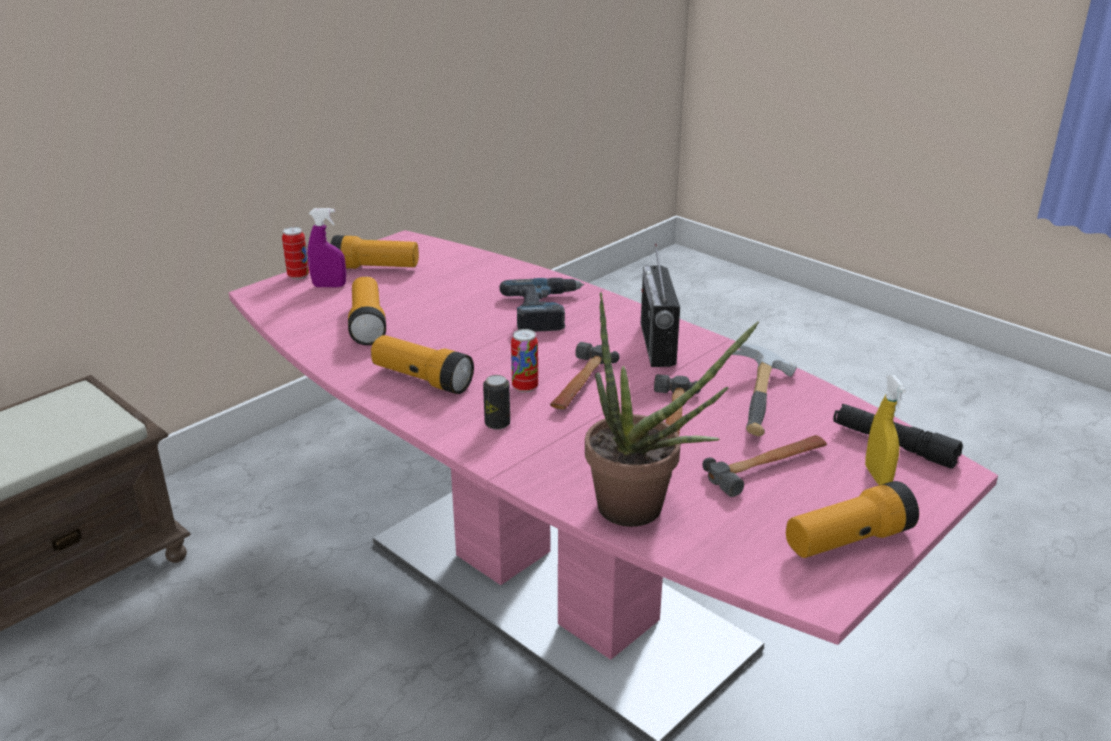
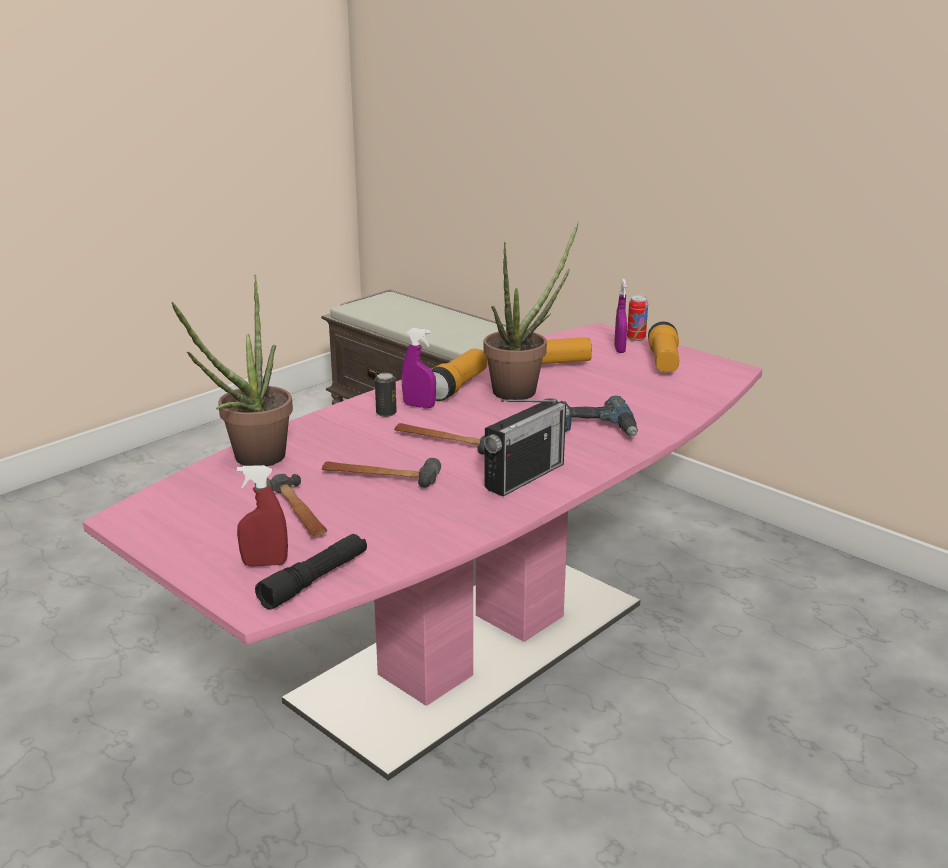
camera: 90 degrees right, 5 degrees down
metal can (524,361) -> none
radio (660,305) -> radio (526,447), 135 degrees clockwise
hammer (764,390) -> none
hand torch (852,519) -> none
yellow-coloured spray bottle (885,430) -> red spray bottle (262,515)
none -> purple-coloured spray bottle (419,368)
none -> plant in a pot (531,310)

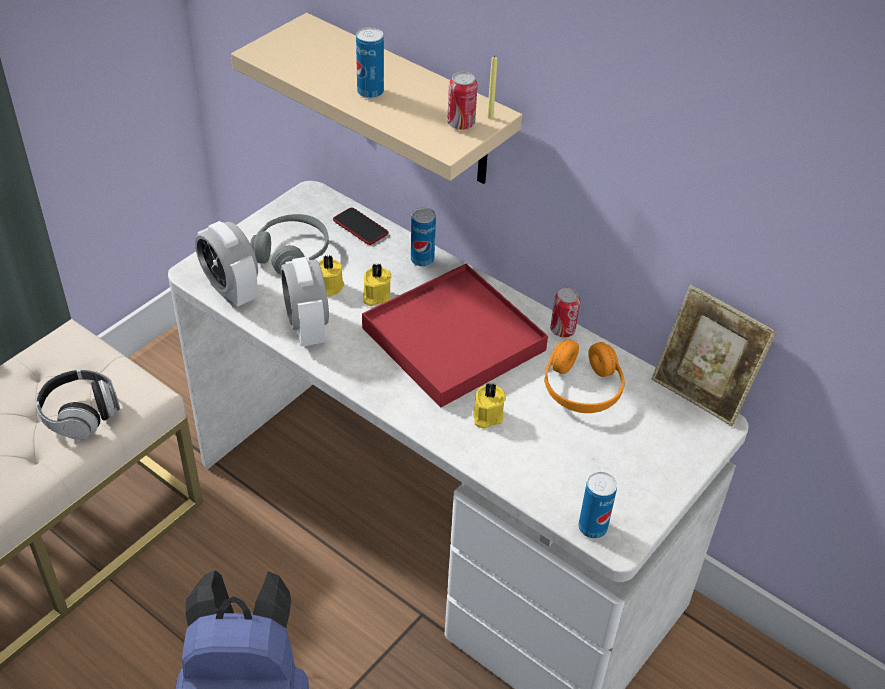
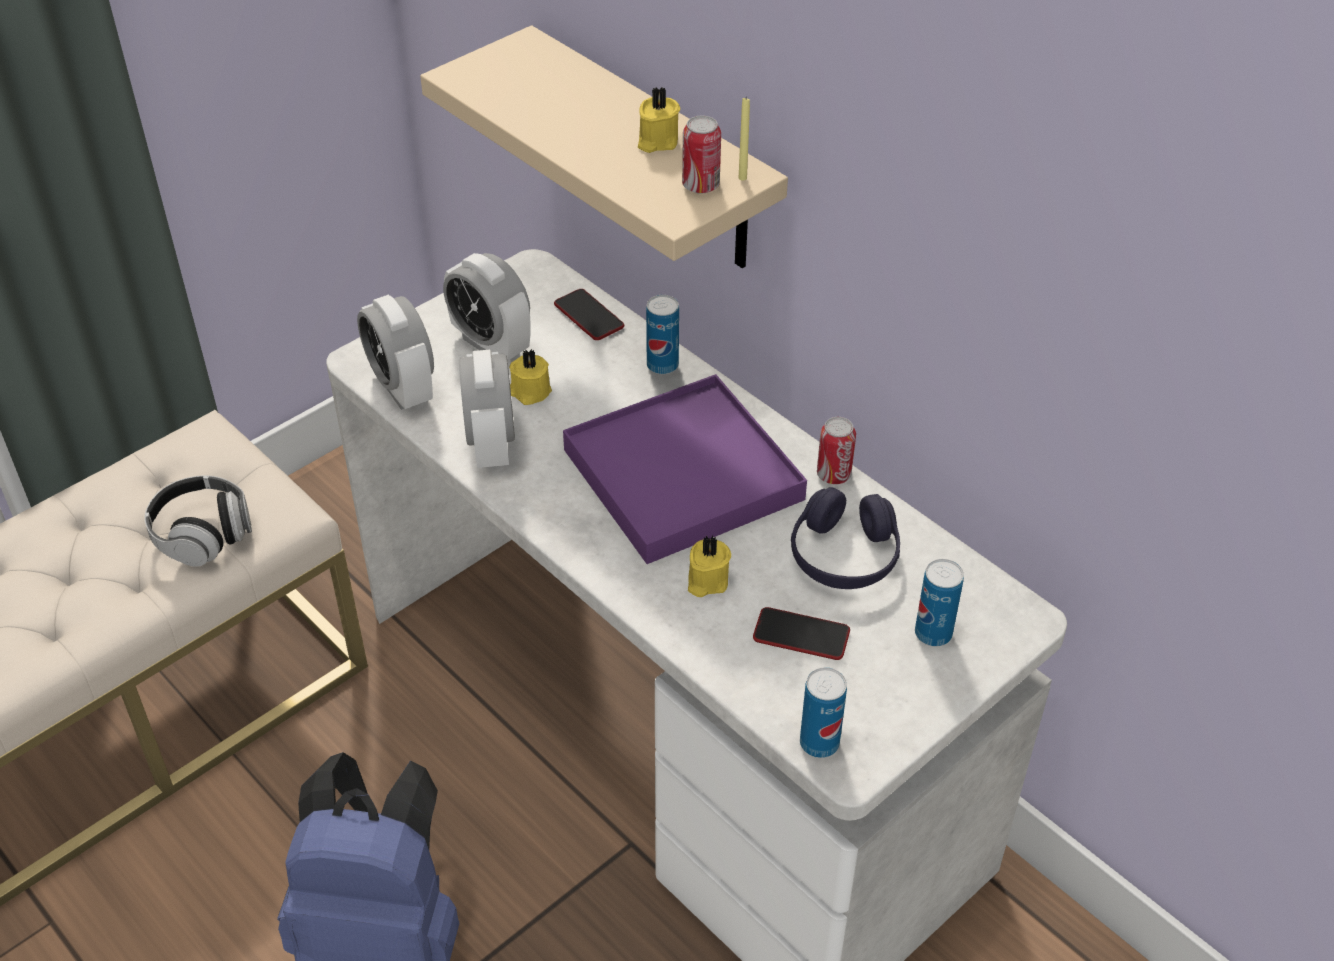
camera: 10 degrees right, 0 degrees up
gray headphones (289,244) -> alarm clock (487,306)
metal can (370,62) -> metal can (939,603), move
red tray (455,336) -> purple-coloured tray (685,469)
yellow-coloured candle (378,284) -> yellow-coloured candle (659,120), move
orange headphones (584,376) -> purple-coloured headphones (845,538)
standing frame (714,355) -> none
none -> handset (801,633)

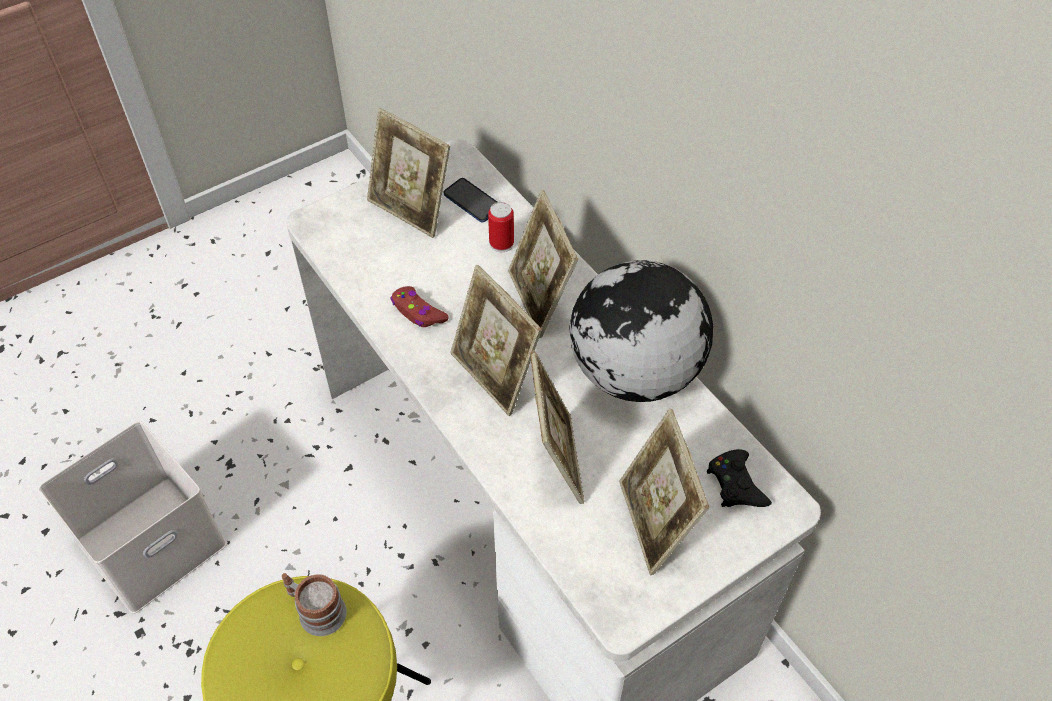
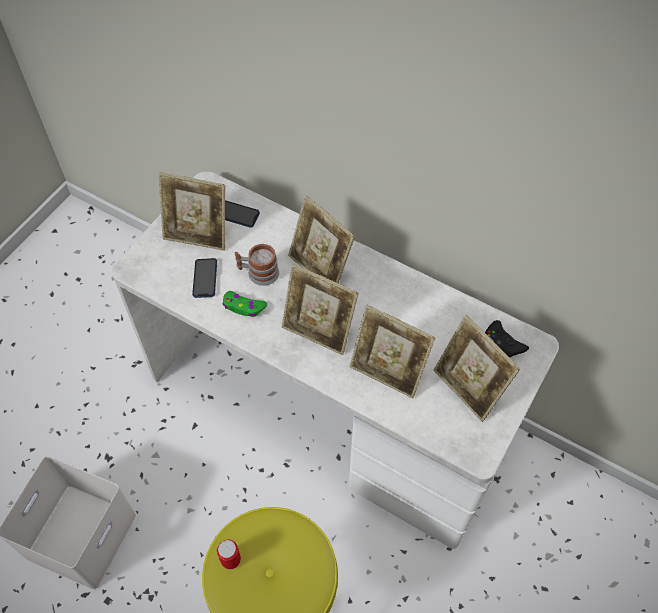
camera: 25 degrees left, 5 degrees up
mug (314,604) -> mug (257,265), move
red game controller (419,306) -> greenish game controller (245,304)
metal can (501,227) -> metal can (229,555), move
standing frame (557,427) -> standing frame (392,352), 150 degrees clockwise
globe (641,331) -> none
none -> handset (204,278)

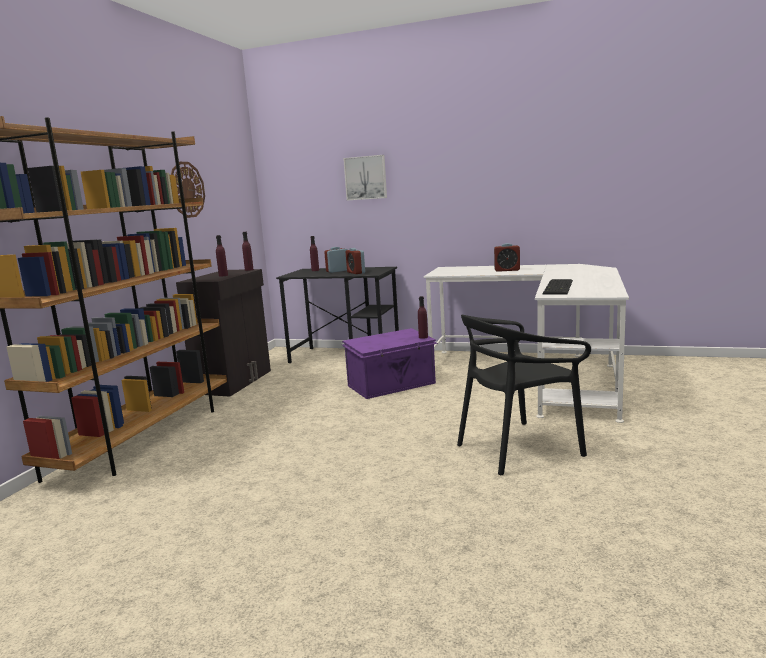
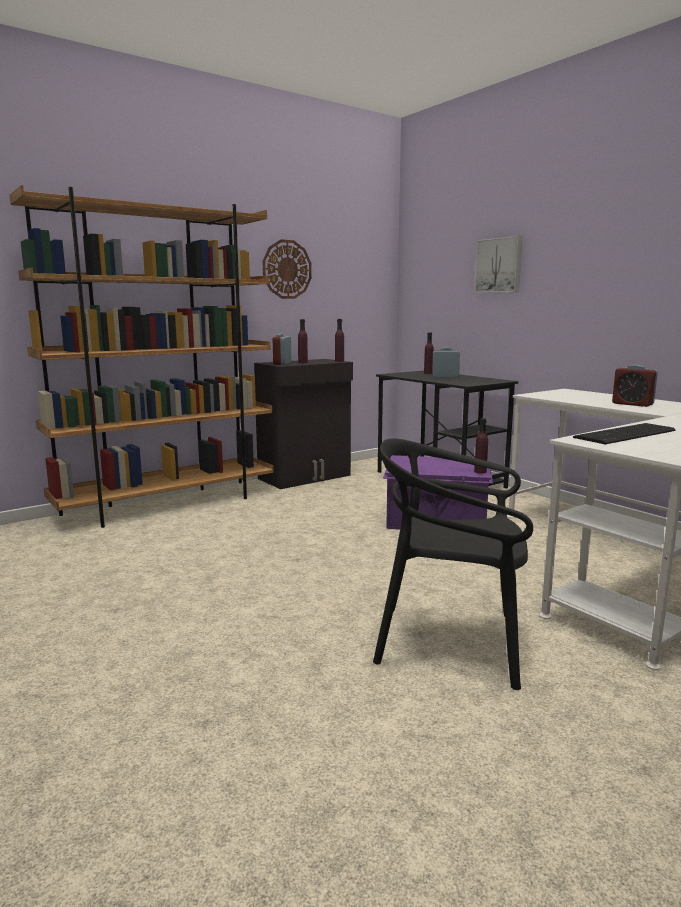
camera: 35 degrees right, 0 degrees up
alarm clock (355,261) -> alarm clock (282,349), move

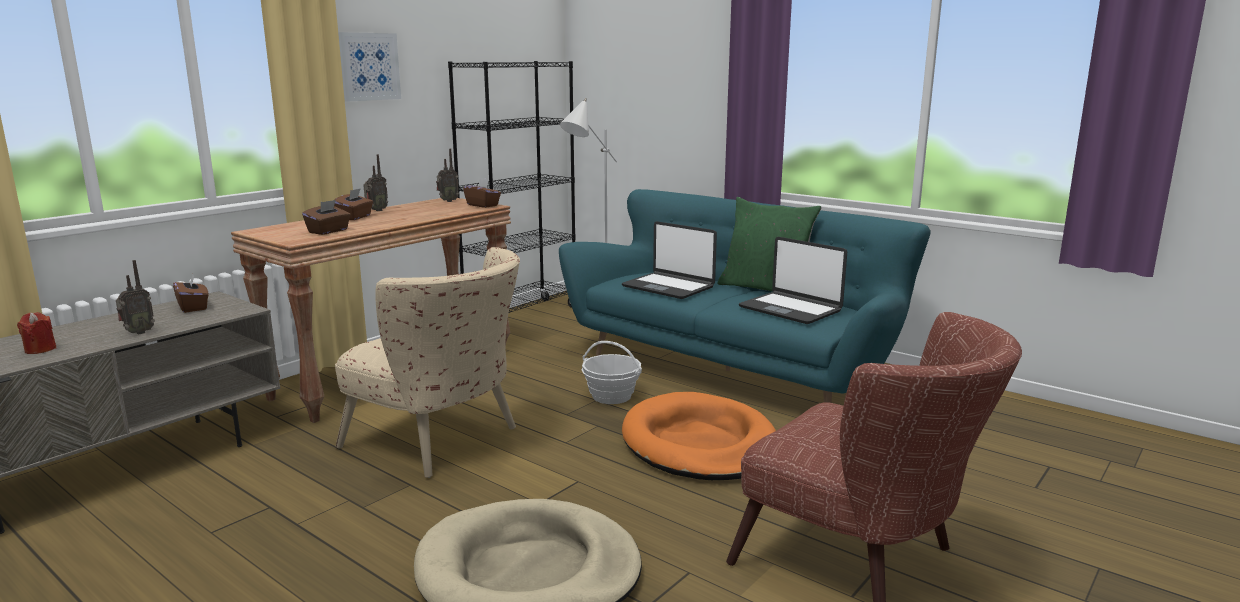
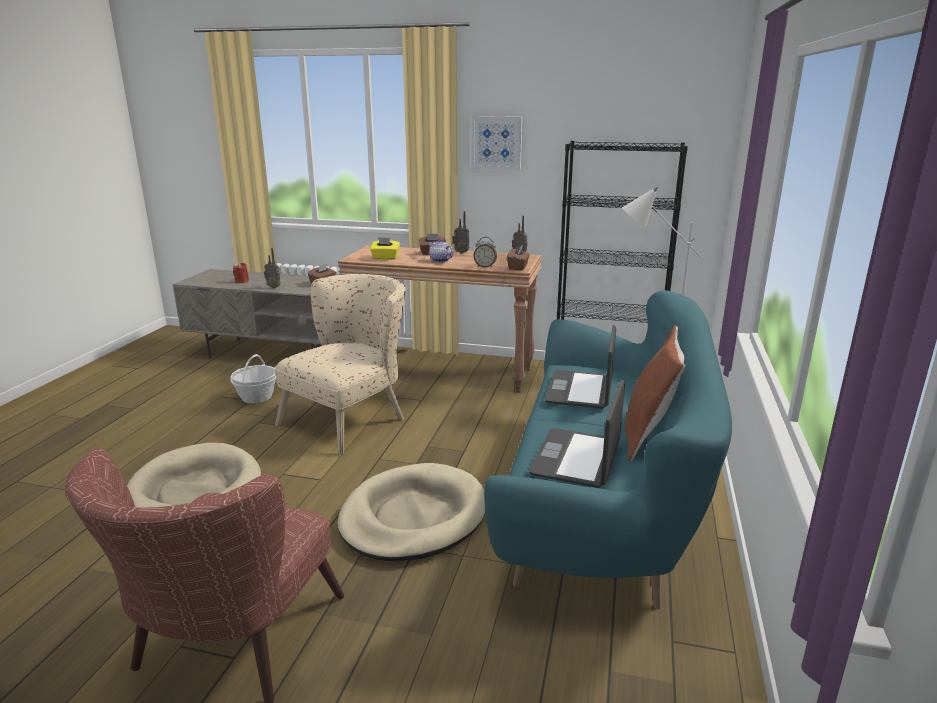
camera: 65 degrees right, 5 degrees up
brown-coloured tissue box (326,217) -> yellow-coloured tissue box (385,248)
sand-coloured armchair (427,362) -> sand-coloured armchair (340,364), 150 degrees counterclockwise
basket (612,372) -> basket (253,378), move
orange dog bed (699,436) -> sand-coloured dog bed (411,512)
greenish pillow (769,244) -> brown-coloured pillow (655,394)
none -> tea pot (441,250)
none -> alarm clock (485,252)

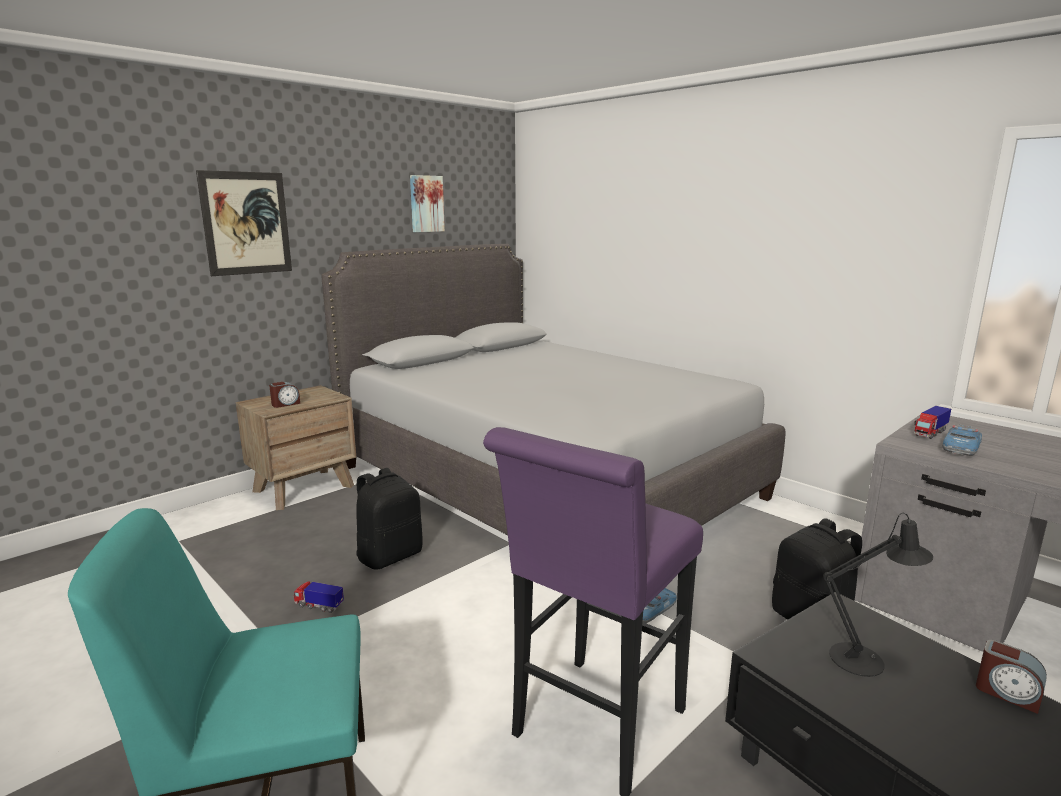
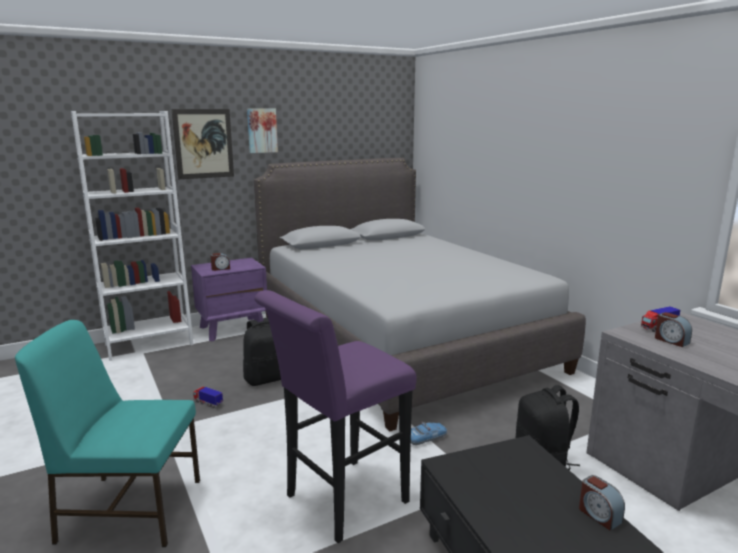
camera: 15 degrees right, 0 degrees up
brown-coloured night table (296,447) -> purple-coloured night table (229,299)
wall picture (427,203) -> wall picture (262,130), move
black table lamp (878,595) -> none
miniature car (962,440) -> alarm clock (673,329)
none -> white-coloured bookcase (132,236)

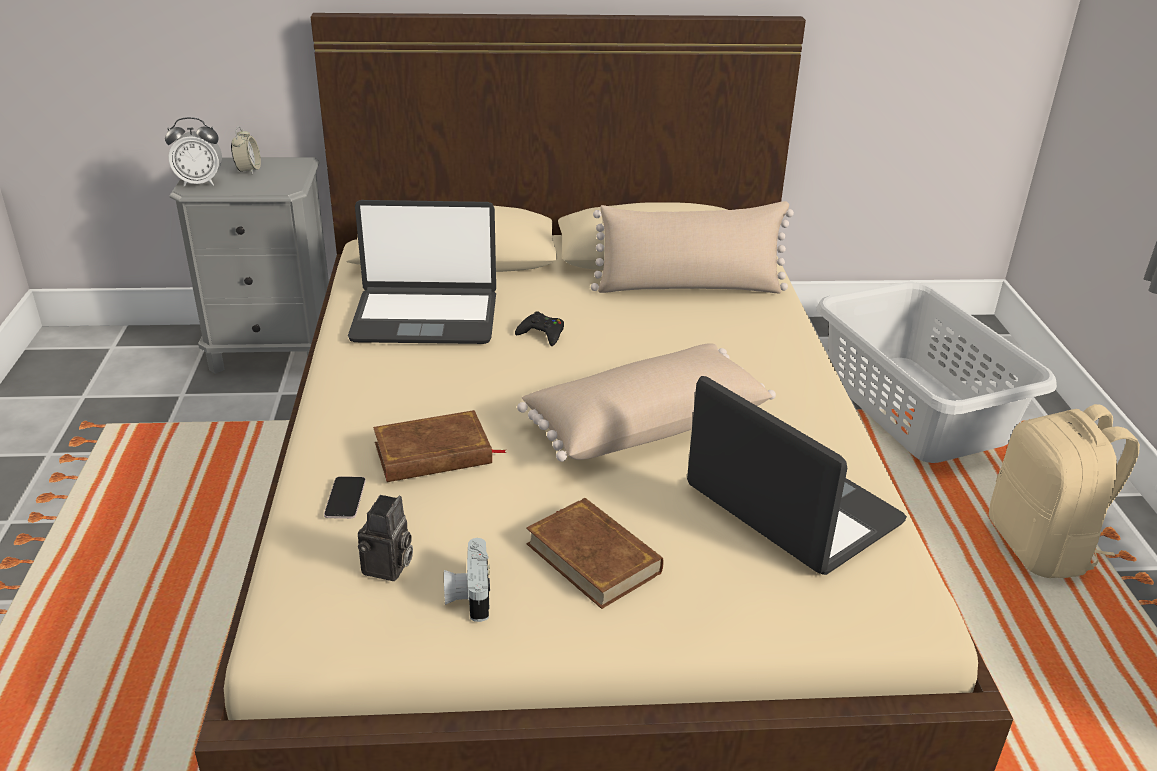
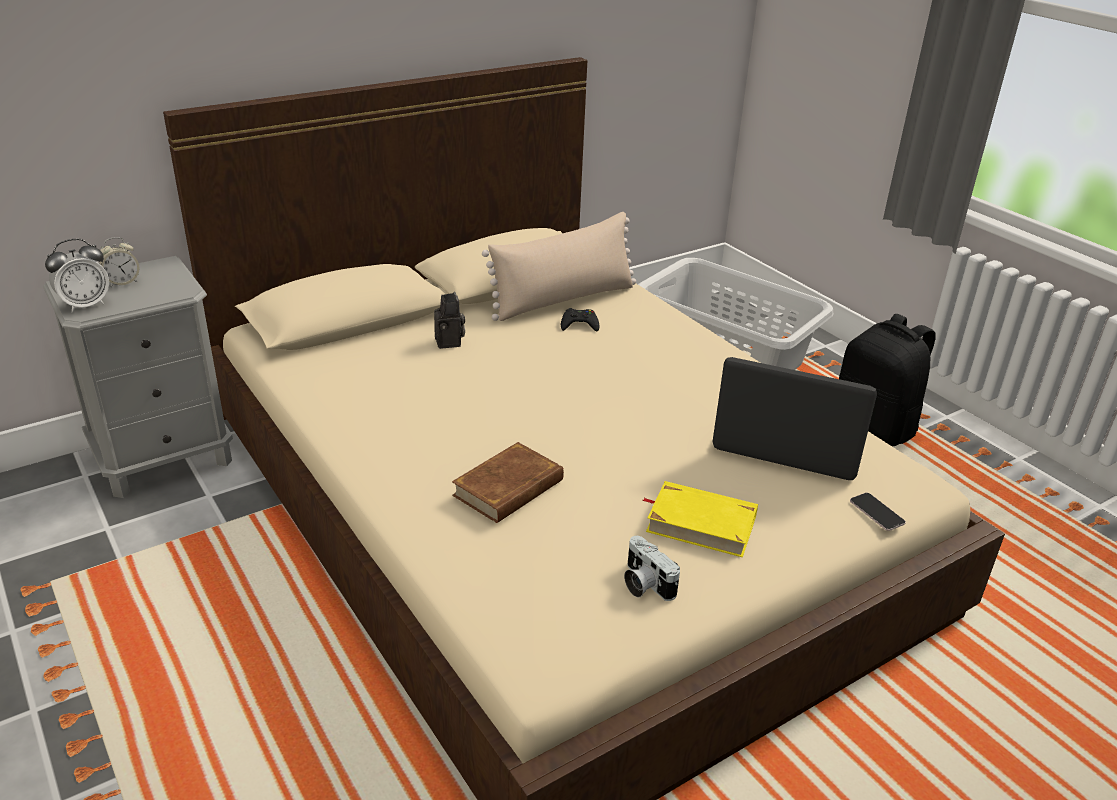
camera: 30 degrees left, 0 degrees up
alarm clock (246,150) -> alarm clock (119,262), 90 degrees clockwise
handset (345,497) -> handset (878,512), move
notebook computer (422,272) -> none
photo camera (385,538) -> photo camera (449,320), move
black game controller (539,328) -> black game controller (580,320), move
sand-coloured pillow (646,402) -> none
brown-coloured bound book (595,553) -> yellow-coloured bound book (700,519)
sand-coloured rucksack (1064,491) -> black rucksack (887,380)

